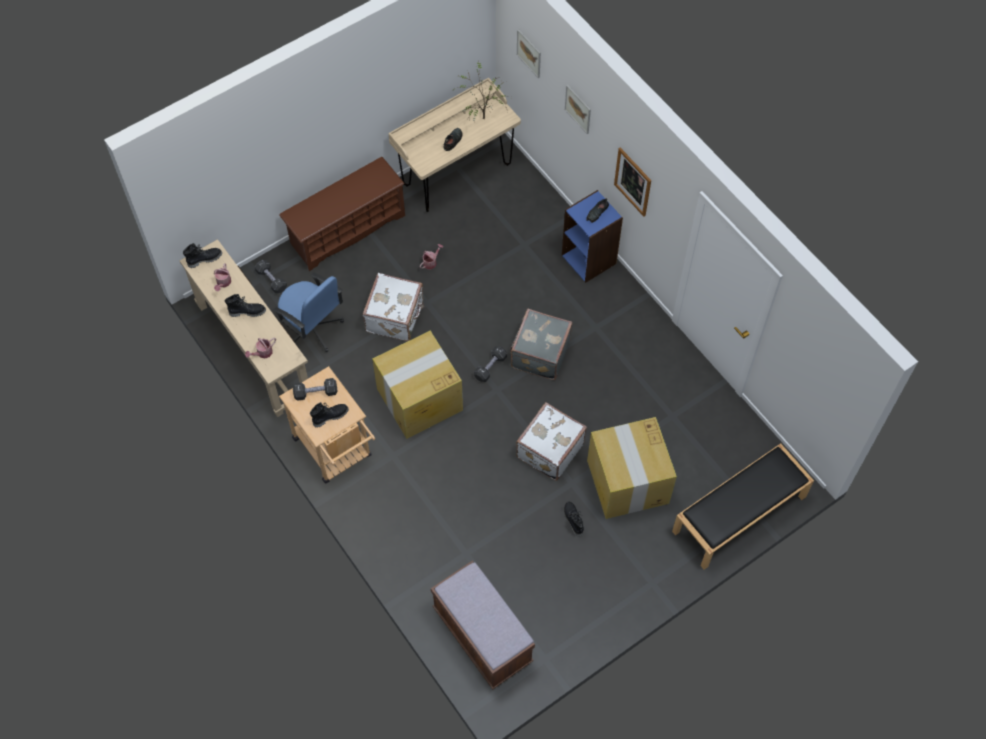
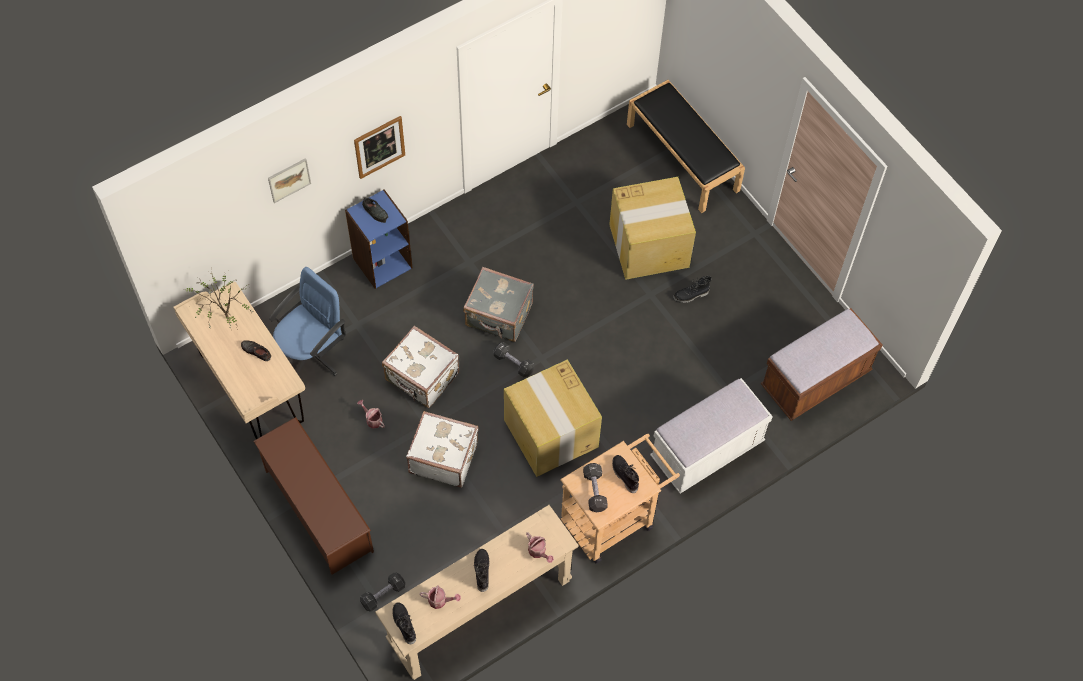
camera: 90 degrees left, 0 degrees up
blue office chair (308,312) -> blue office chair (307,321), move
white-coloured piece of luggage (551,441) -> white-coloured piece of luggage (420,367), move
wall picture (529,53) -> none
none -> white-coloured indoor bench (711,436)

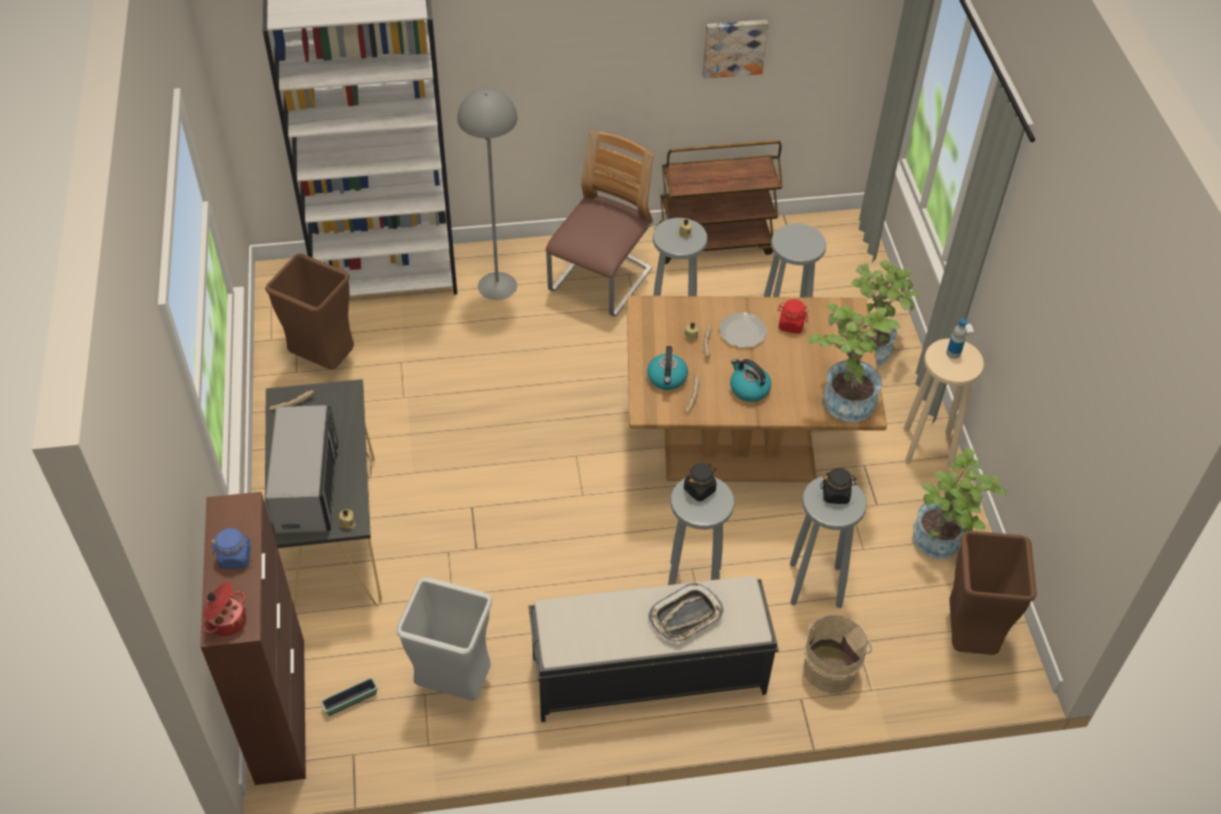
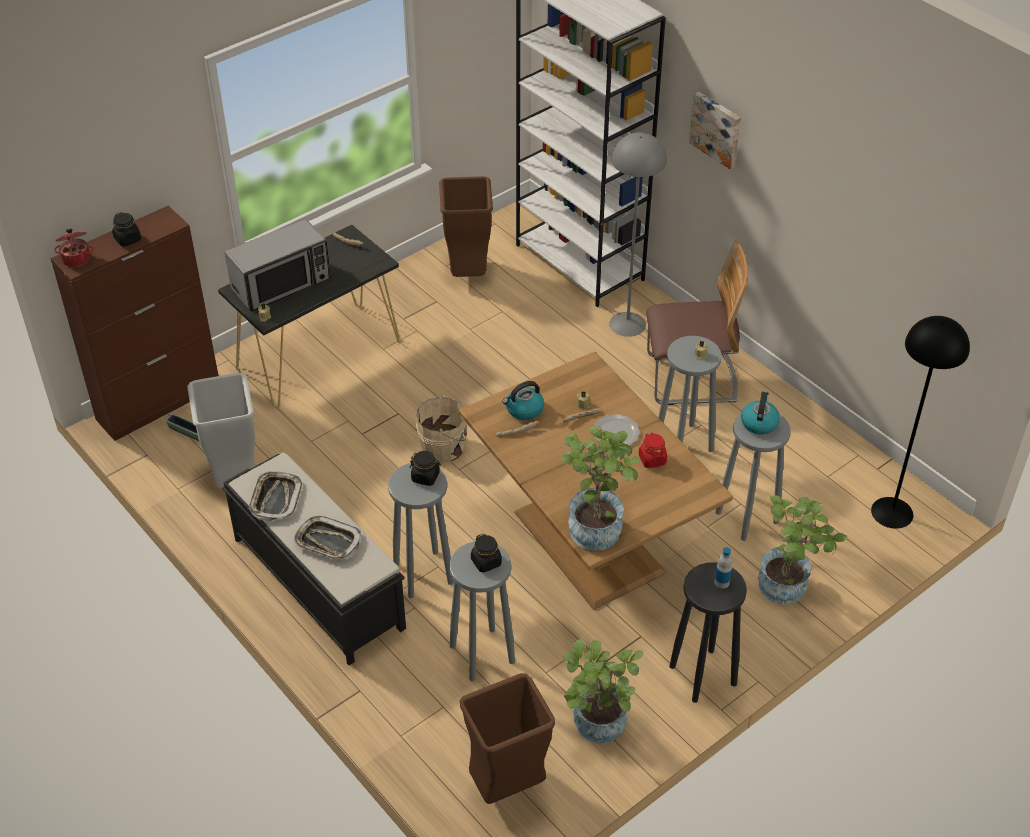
camera: 60 degrees right, 5 degrees down
blue storage jar (231,548) -> black storage jar (126,229)
brown-coloured cart (718,202) -> none
wall picture (735,49) -> wall picture (715,130), move
water kettle (750,380) -> water kettle (760,413), move
sand-coloured pail (837,654) -> sand-coloured pail (441,429), move
sand-coloured stool (944,403) -> black stool (708,632)
none -> tray (275,496)
none -> black standard lamp (920,422)

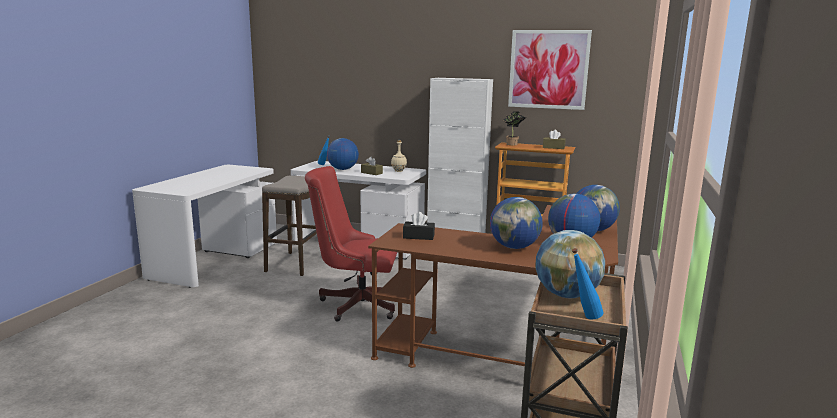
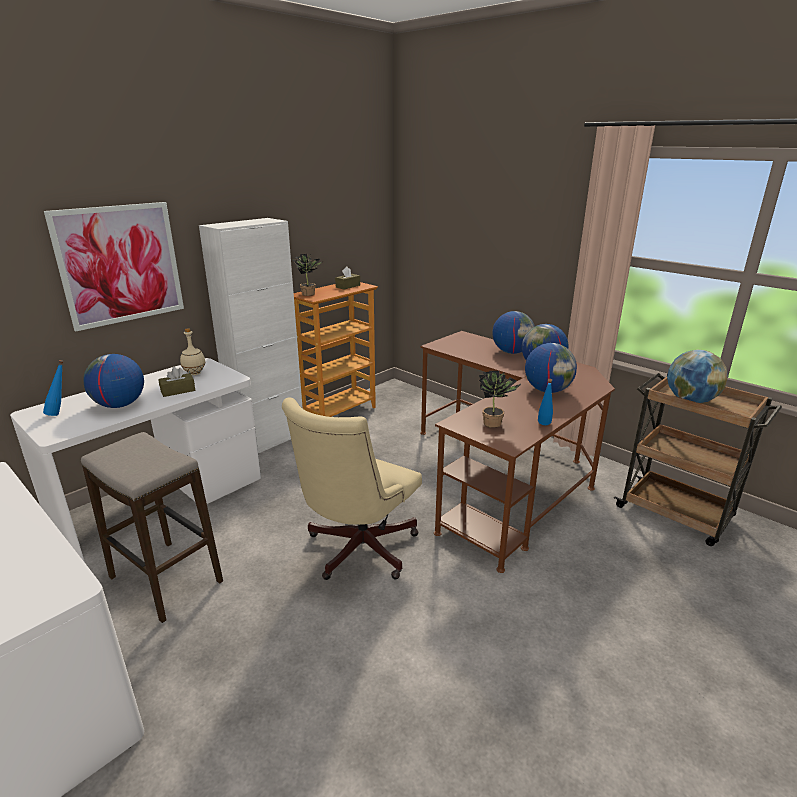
camera: 65 degrees left, 10 degrees up
red office chair (351,244) -> sand-coloured office chair (352,488)
black tissue box (419,226) -> plant in a pot (500,399)
wall picture (550,70) -> wall picture (114,267), move
blue drink bottle (588,283) -> blue drink bottle (545,402), move

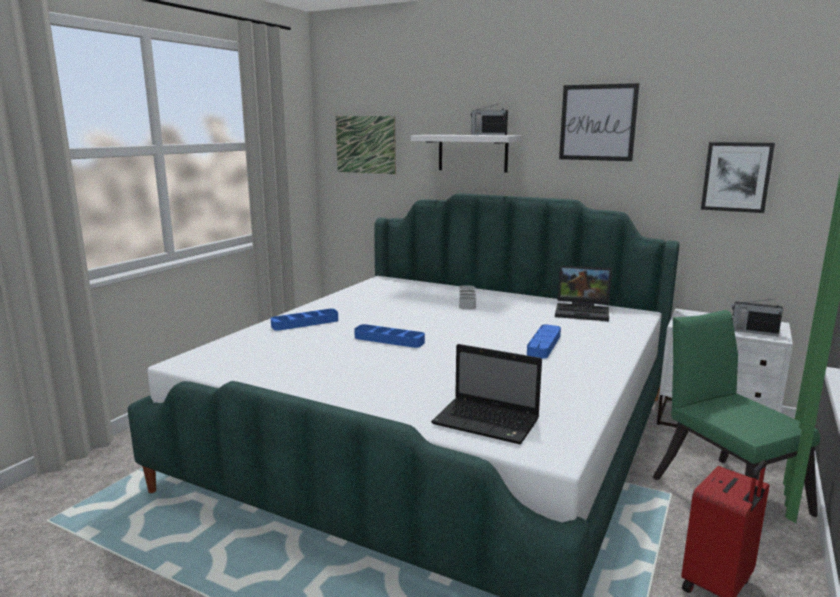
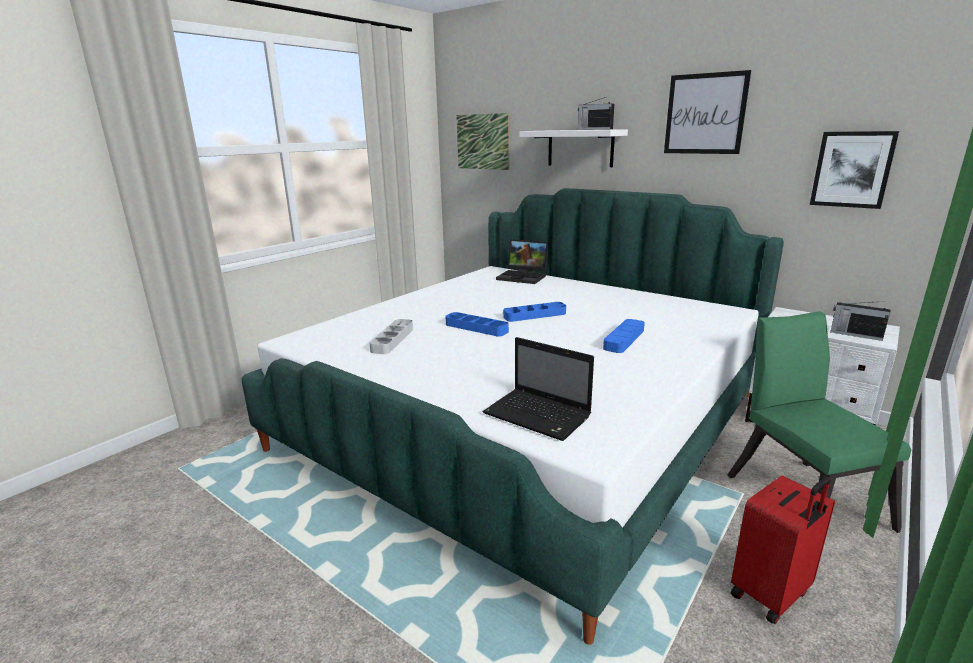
camera: 10 degrees right, 5 degrees up
blue tray (304,320) -> blue tray (534,312), move
gray tray (467,297) -> gray tray (391,336), move
notebook computer (583,293) -> notebook computer (522,261), move

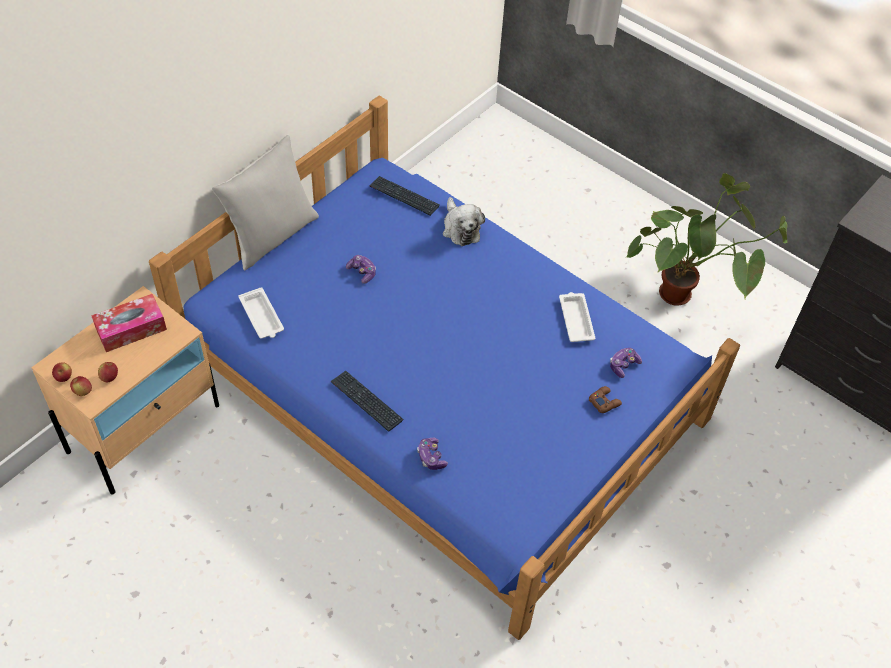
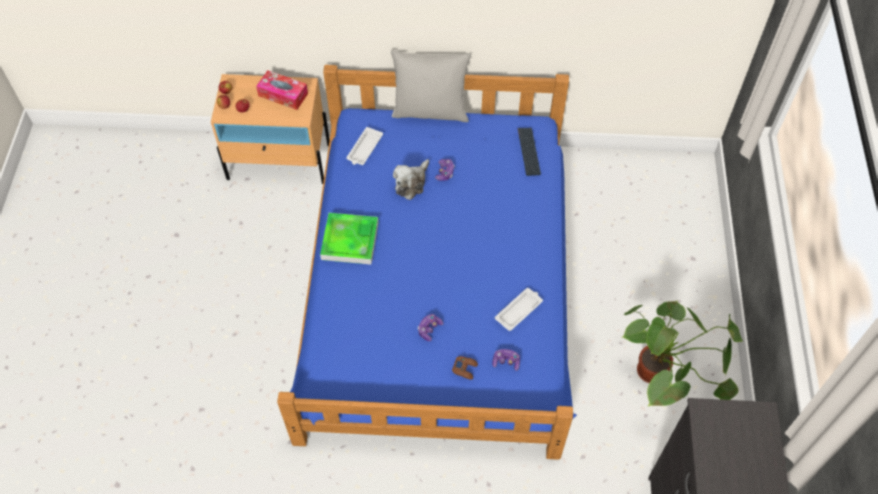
camera: 55 degrees right, 5 degrees up
computer keyboard (367,401) -> tray (349,239)
game controller (432,454) -> game controller (430,327), move
soft toy (464,221) -> soft toy (411,179), move

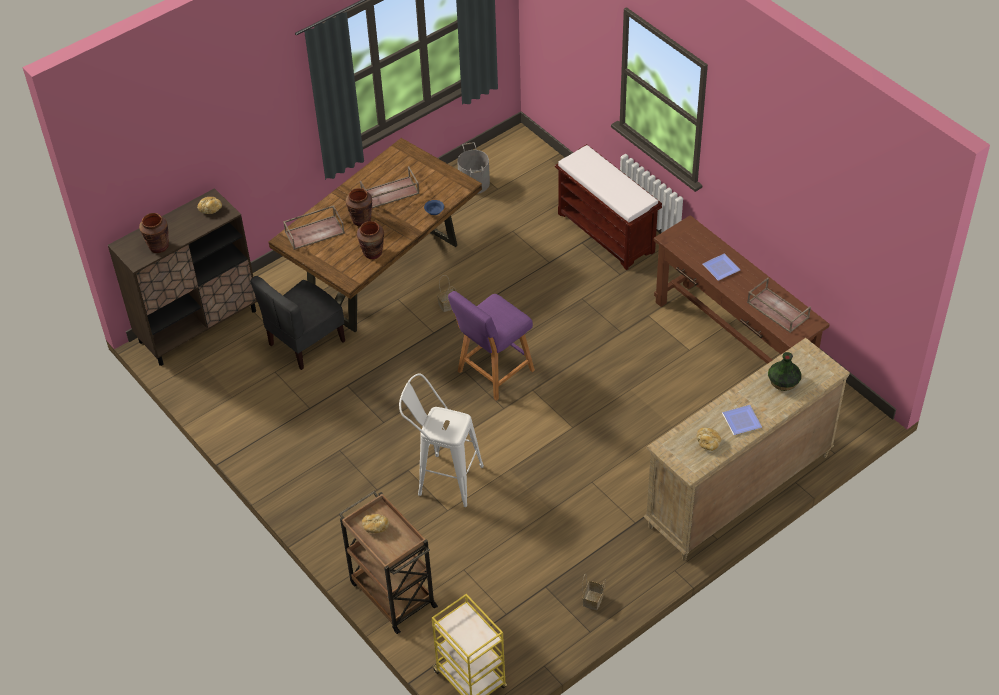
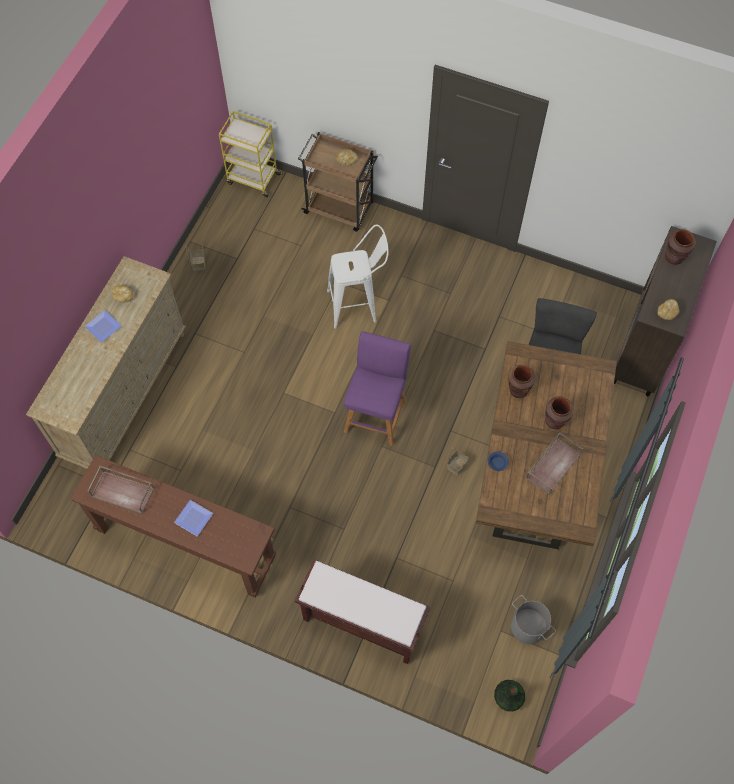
camera: 150 degrees right, 15 degrees up
brown-coloured tray (314,227) -> none
decorative vase (785,371) -> decorative vase (509,696), move

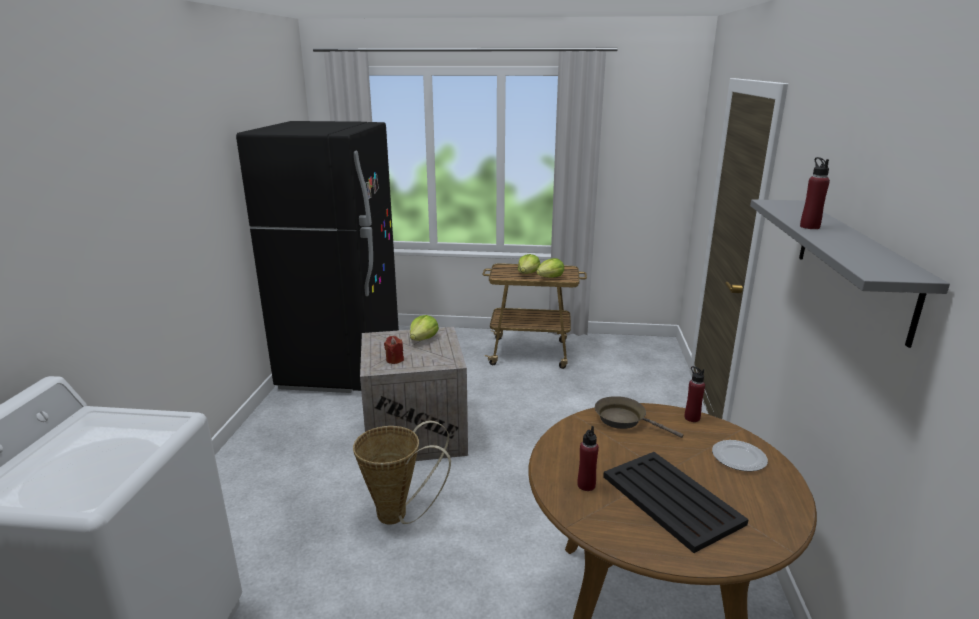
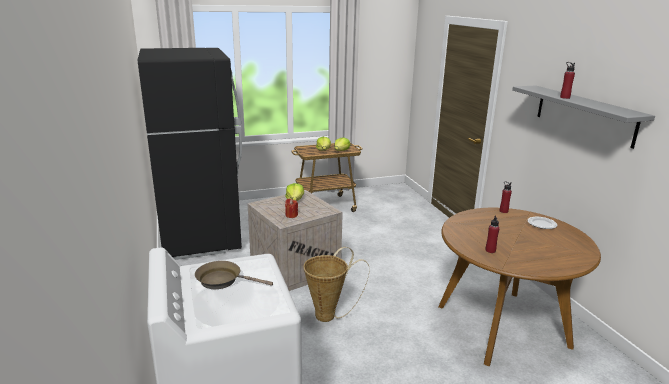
camera: 25 degrees left, 0 degrees up
brown-coloured skillet (639,417) -> brown-coloured skillet (234,275), move
black tray (676,502) -> none

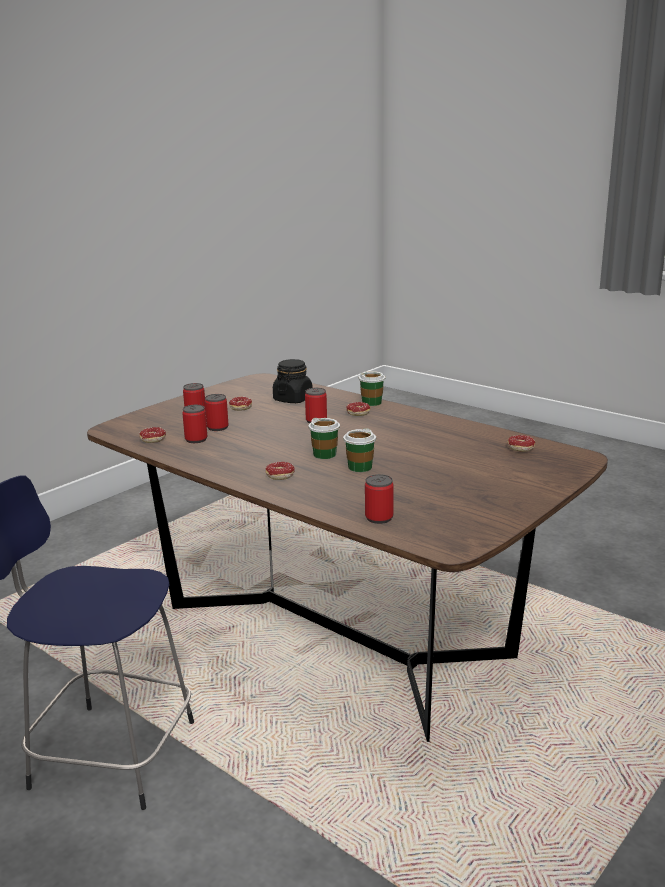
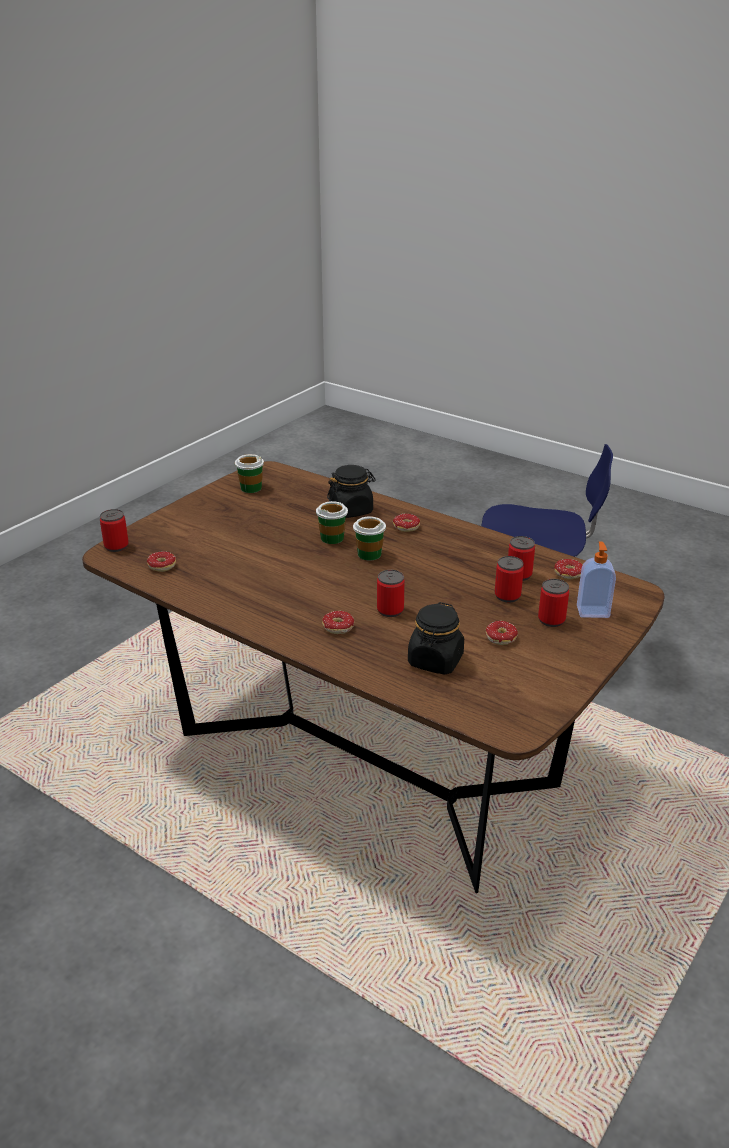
camera: 175 degrees right, 10 degrees up
small cup (371,388) -> small cup (249,473), move
metal can (379,499) -> metal can (114,530), move
none -> black storage jar (351,491)
none -> liquid soap bottle (596,579)

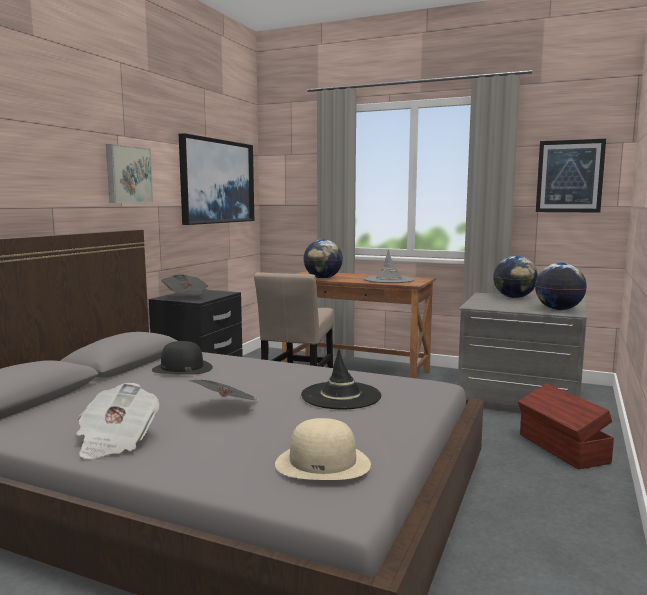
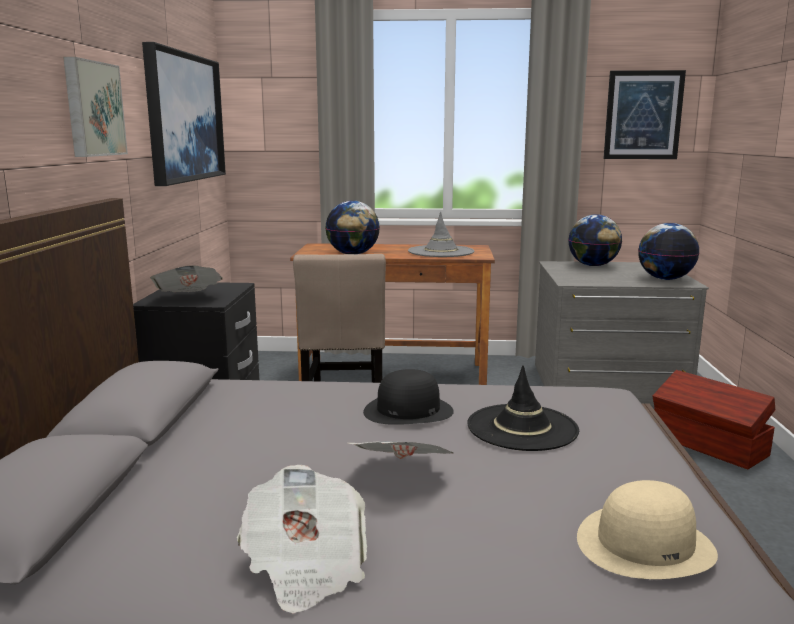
camera: 20 degrees left, 5 degrees up
black wearable hat (182,358) -> black wearable hat (408,397), move

